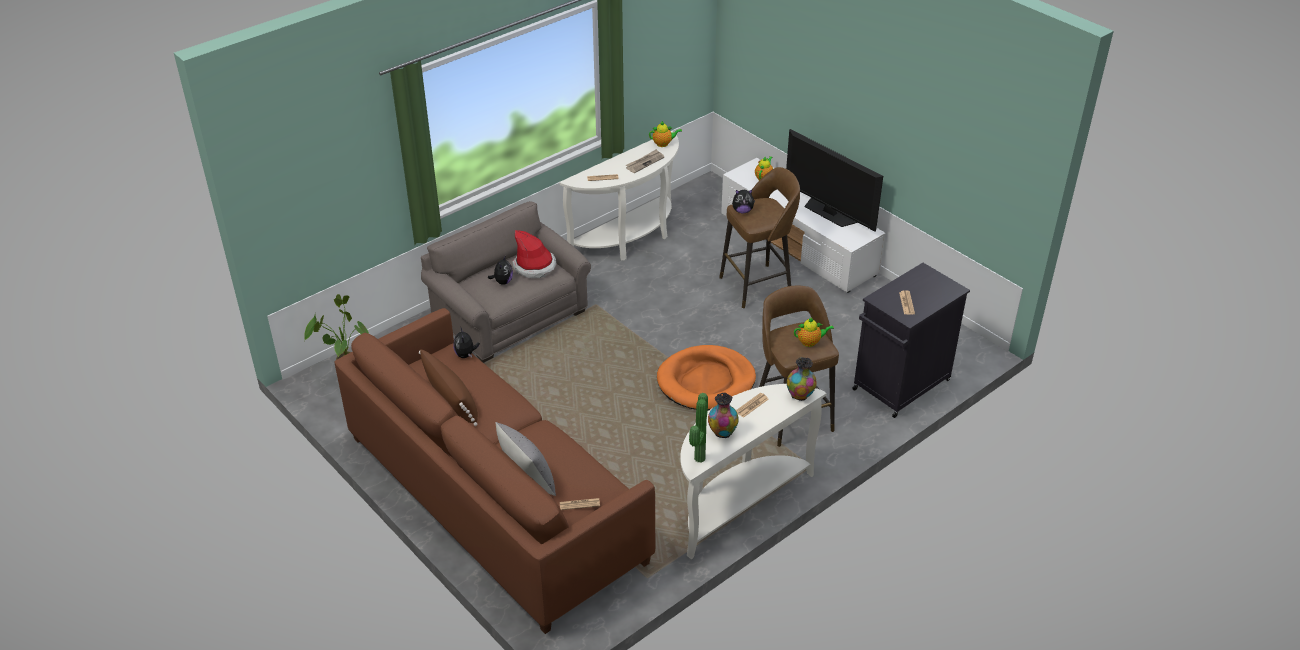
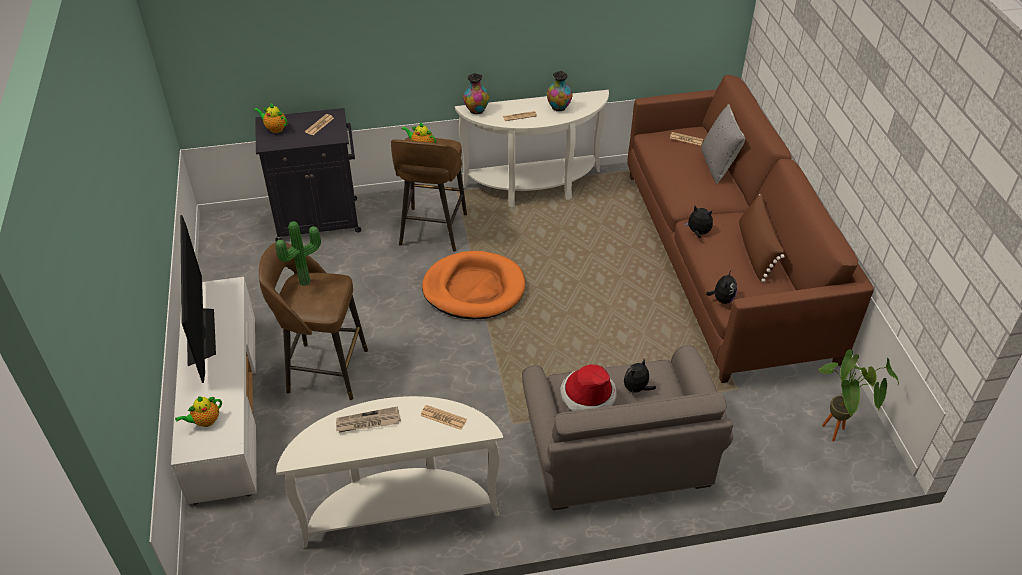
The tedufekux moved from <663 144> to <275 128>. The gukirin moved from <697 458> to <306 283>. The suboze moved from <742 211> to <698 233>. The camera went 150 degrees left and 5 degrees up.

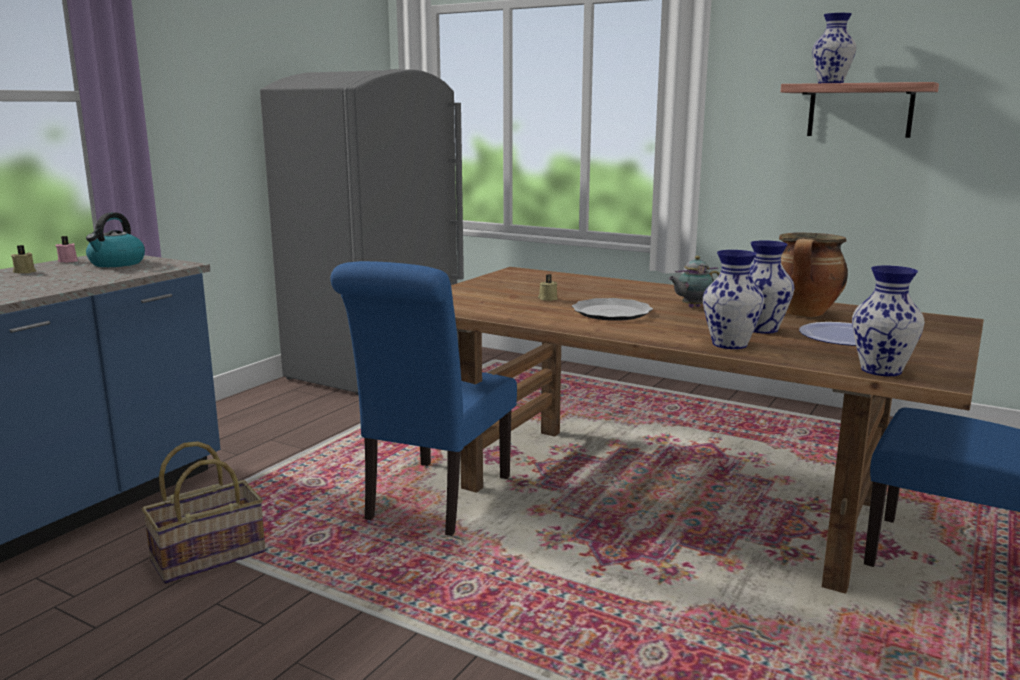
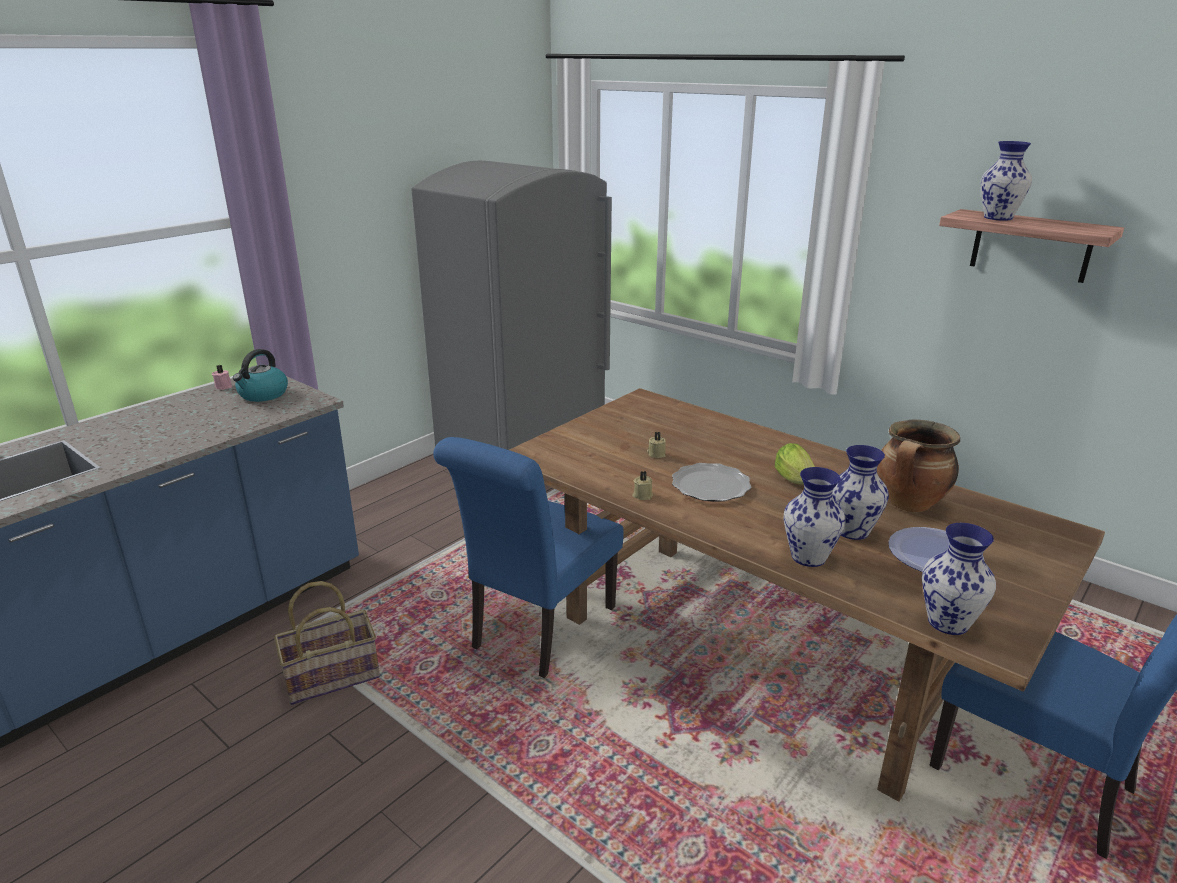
The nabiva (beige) moved from <25 271> to <642 495>. The tedufekux at <692 307> was replaced by the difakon at <796 482>. The camera went 10 degrees right and 10 degrees up.

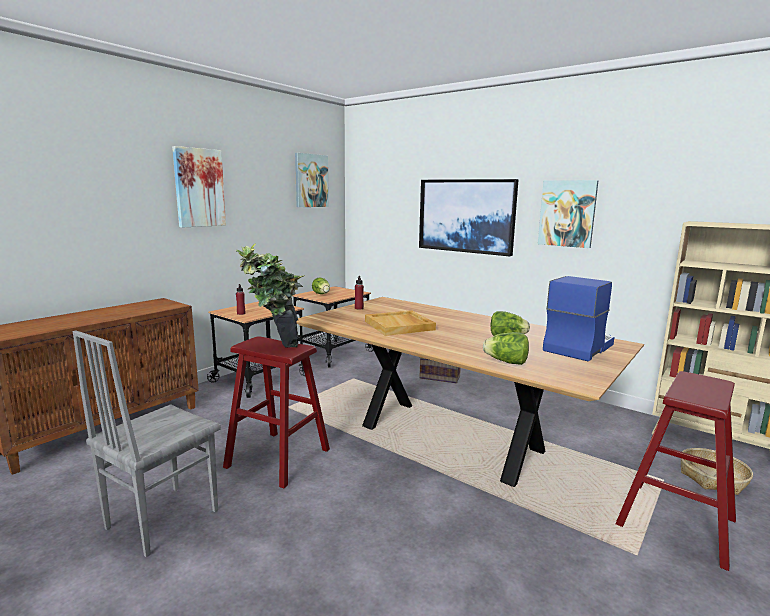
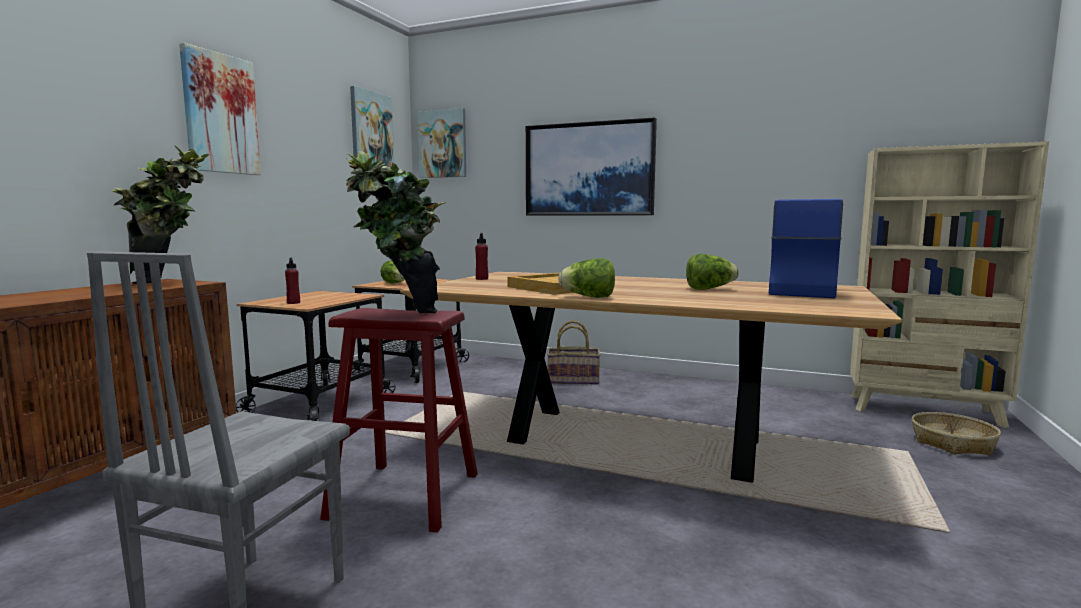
The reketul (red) at <676 522> disappeared. The gukirin at <172 283> appeared. The difakon moved from <506 362> to <589 297>. The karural moved from <567 213> to <443 144>. The camera went 15 degrees left and 5 degrees down.

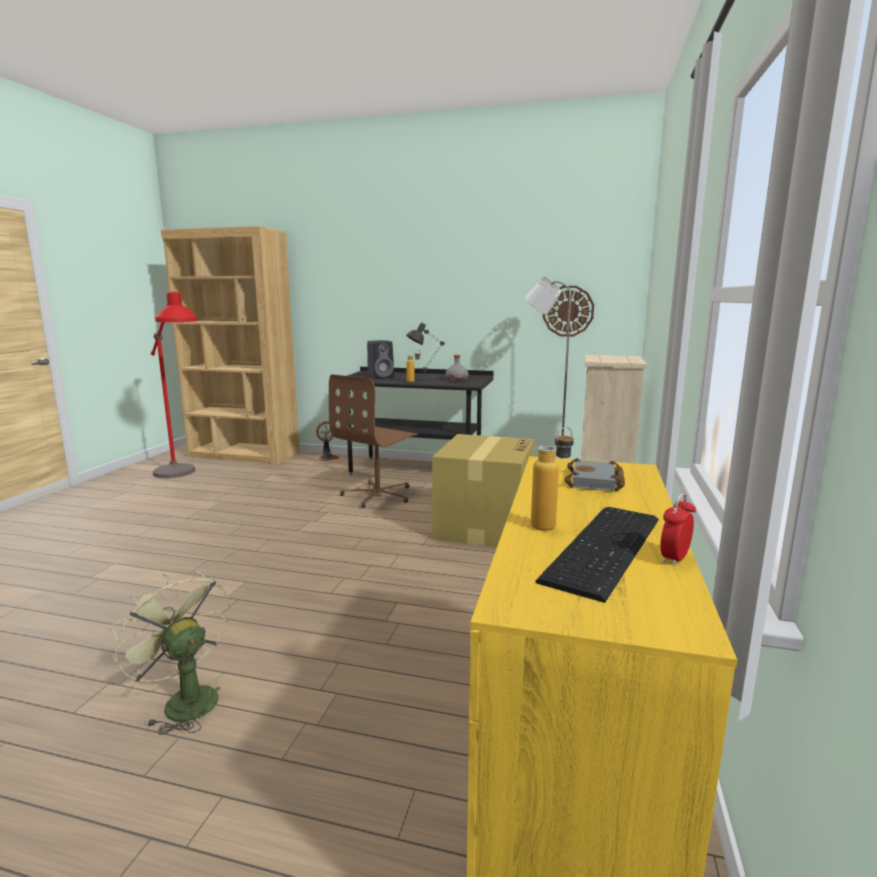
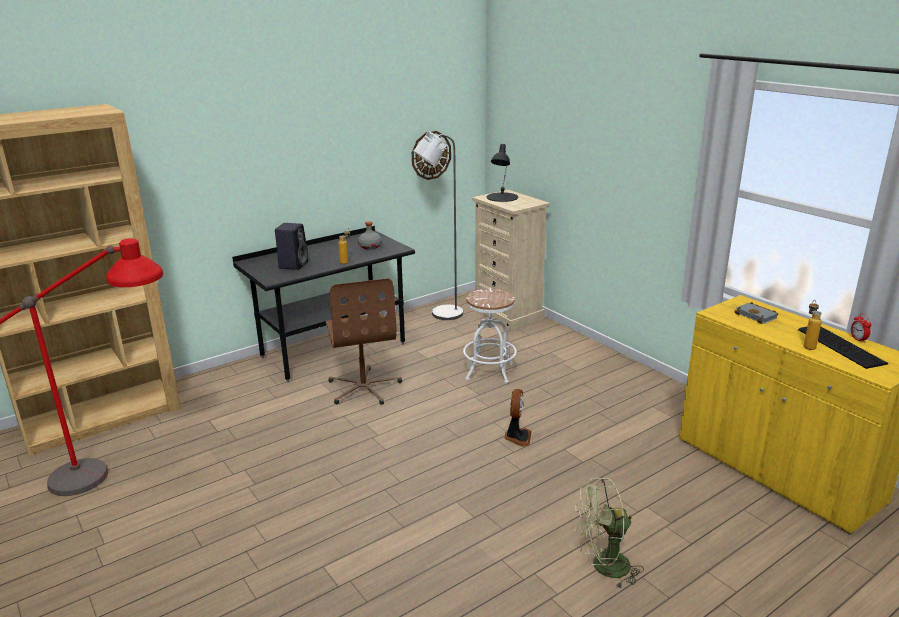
The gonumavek moved from <327 458> to <517 437>. The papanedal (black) moved from <424 377> to <501 197>. The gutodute at <484 525> was replaced by the reketul (white) at <489 371>. The camera went 50 degrees left and 10 degrees up.

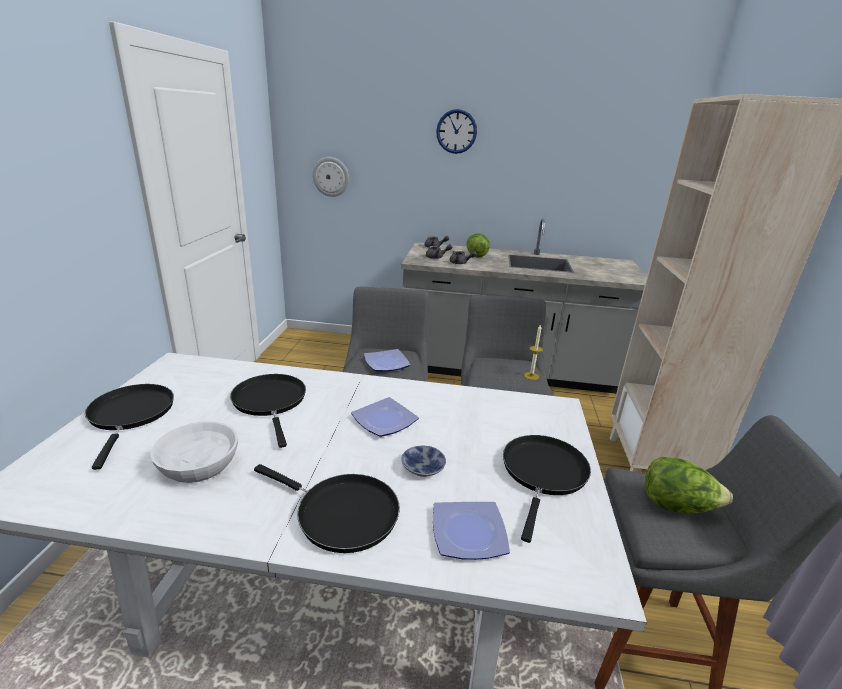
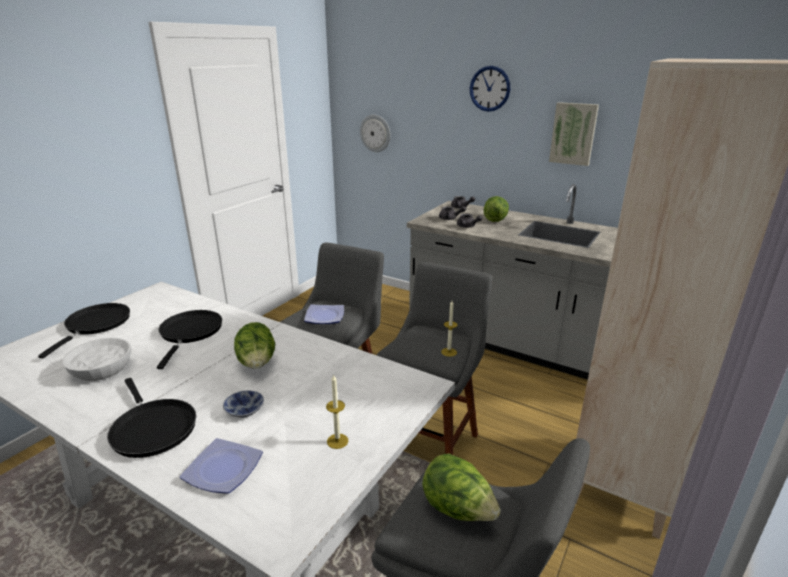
The karural at <573 133> appeared. The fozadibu at <385 420> was replaced by the difakon at <257 364>. The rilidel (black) at <543 474> was replaced by the nabiva at <337 441>. The camera went 25 degrees right and 0 degrees up.

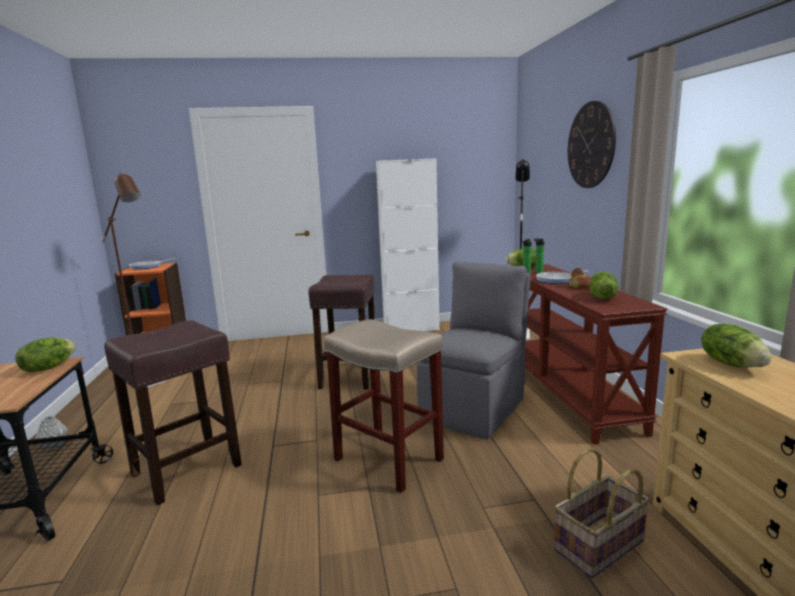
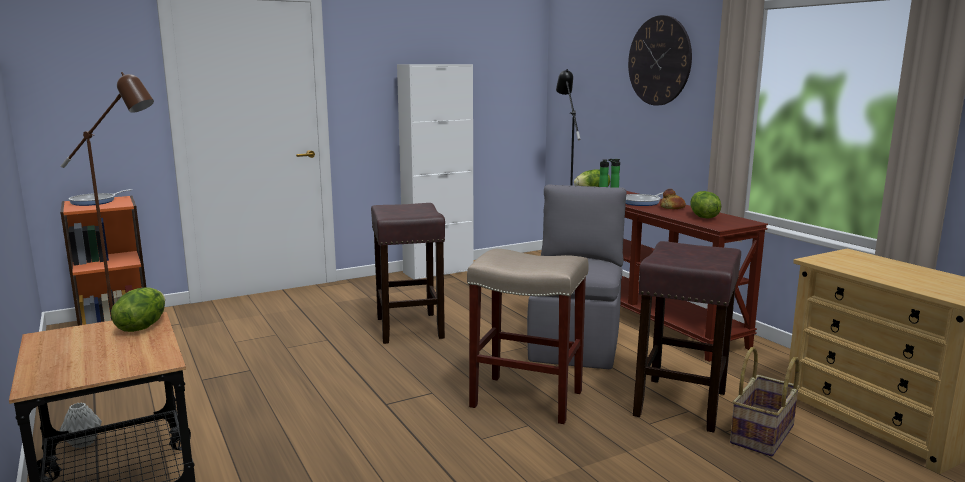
The difakon at <732 364> disappeared. The reketul (brown) moved from <188 469> to <680 403>. The camera went 20 degrees left and 0 degrees up.

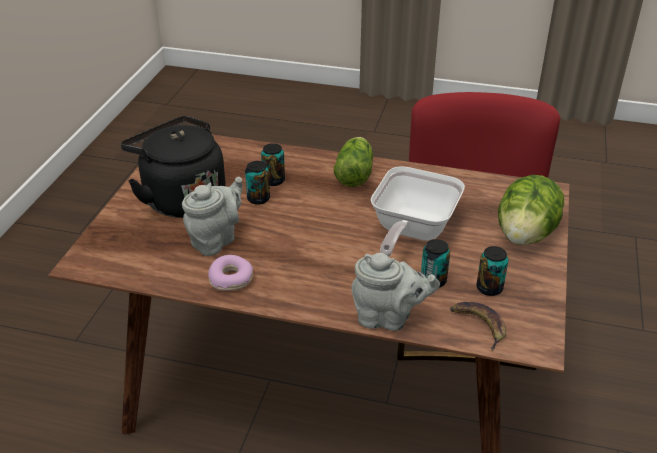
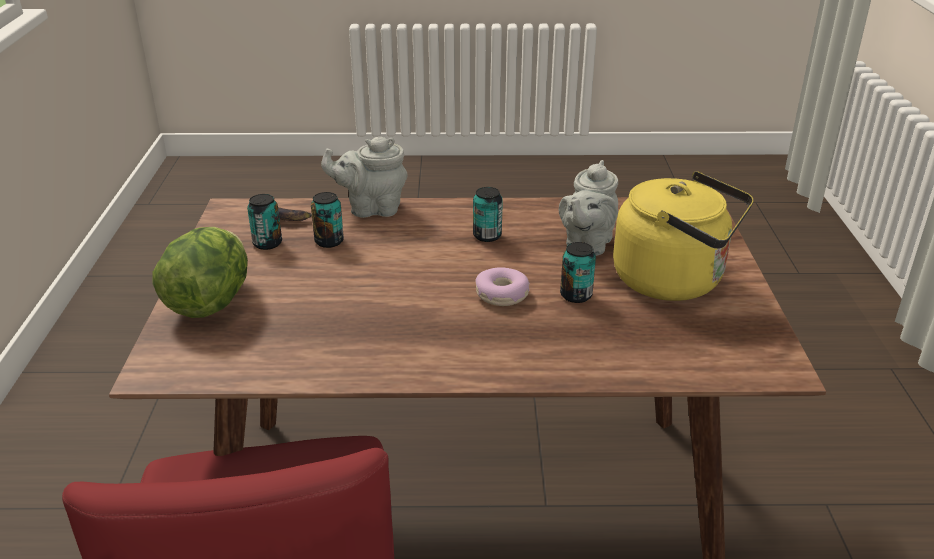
The difakon at <355 173> disappeared. The rilidel at <411 232> disappeared. The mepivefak moved from <231 279> to <502 295>. The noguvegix moved from <273 180> to <487 236>. The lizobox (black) at <181 198> became the lizobox (yellow) at <674 281>. The camera went 165 degrees right and 5 degrees down.

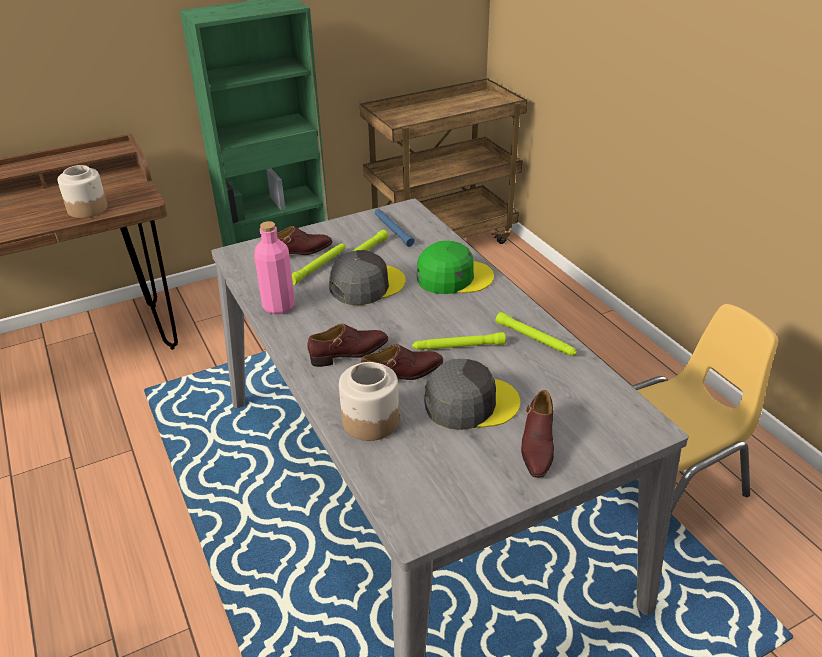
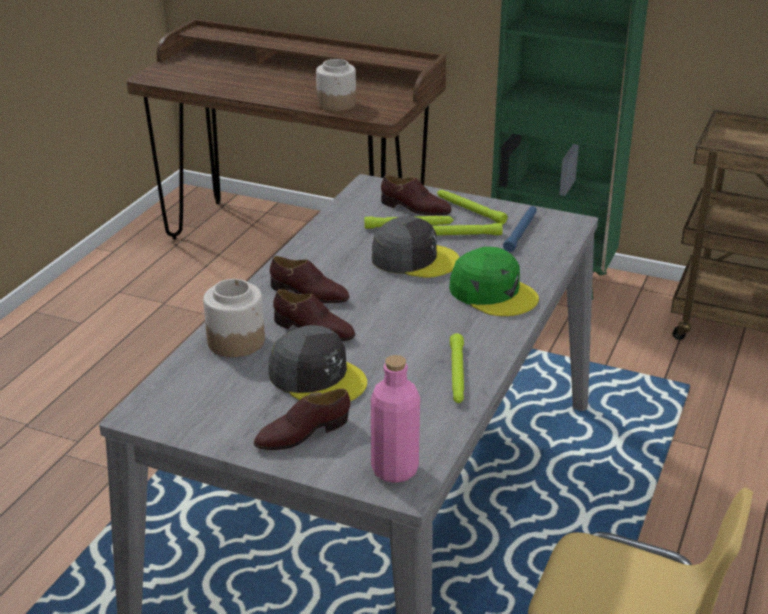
The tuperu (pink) moved from <279 306> to <394 470>. The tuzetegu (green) moved from <458 346> to <470 210>. The camera went 50 degrees right and 5 degrees down.

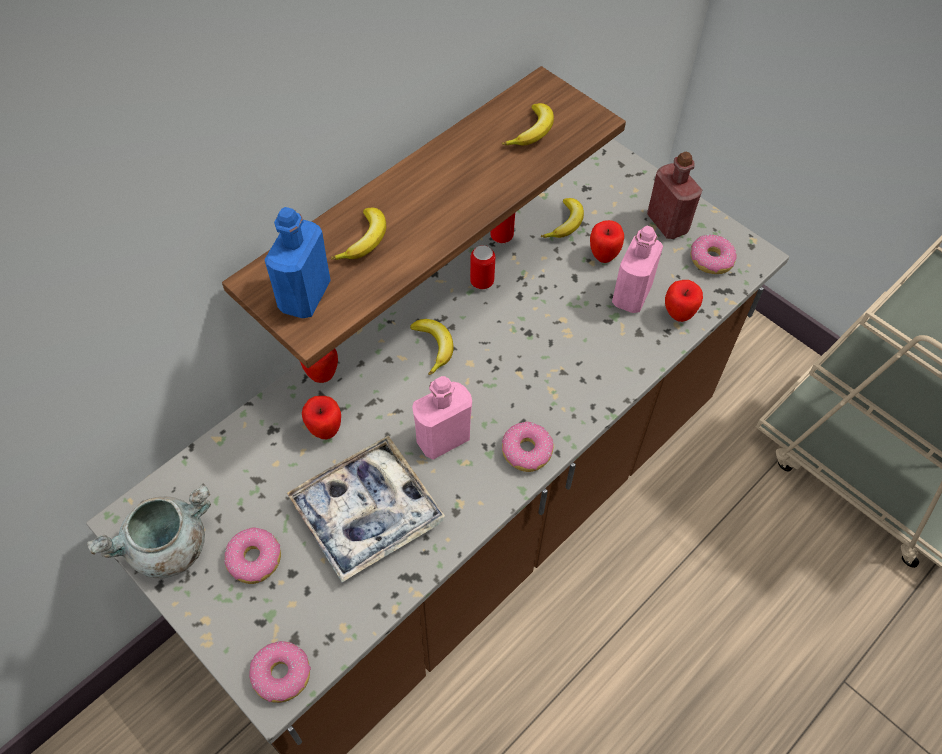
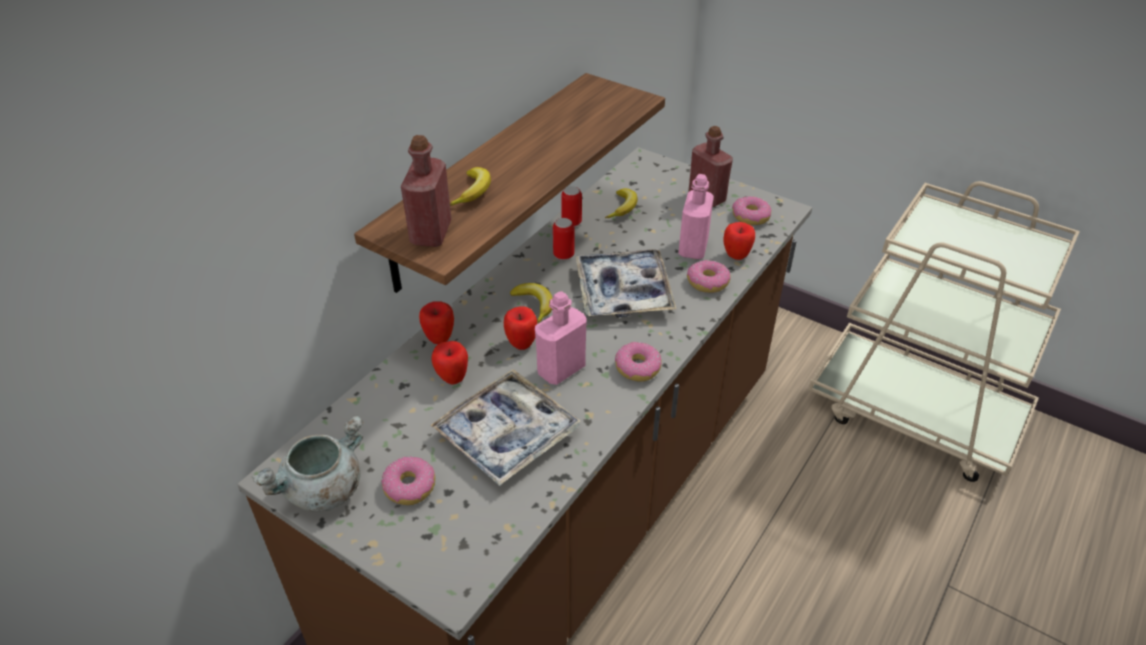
The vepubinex at <532 132> disappeared. The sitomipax at <623 292> appeared. The mepivefak moved from <282 674> to <708 282>. The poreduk moved from <603 256> to <521 344>. The tuperu (blue) at <304 296> became the tuperu (red) at <431 233>. The camera went 10 degrees left and 15 degrees down.

